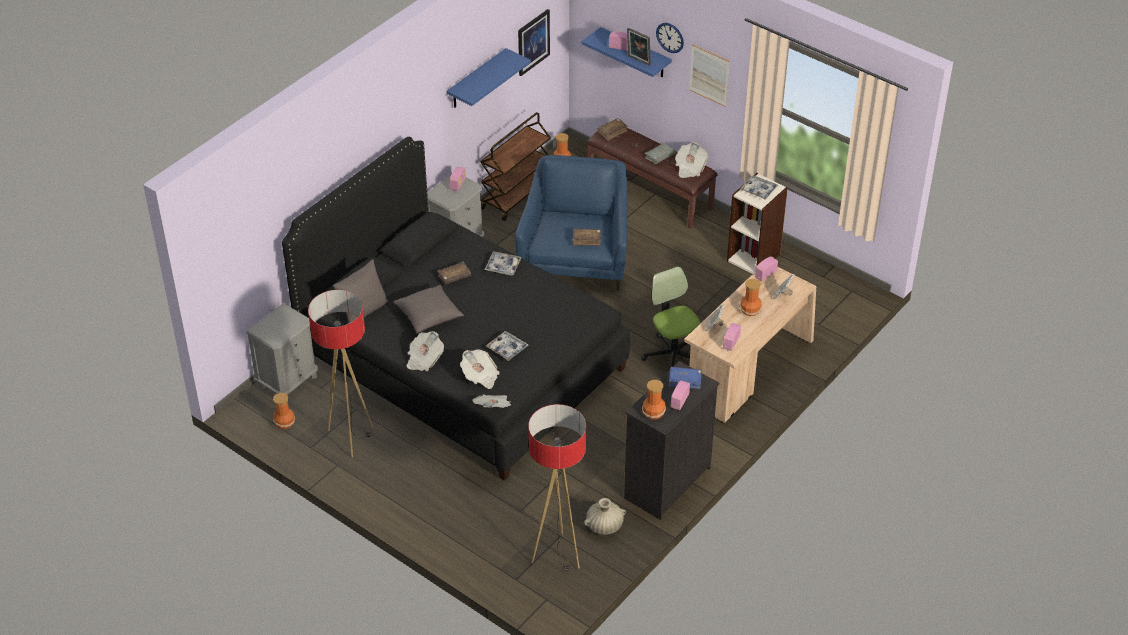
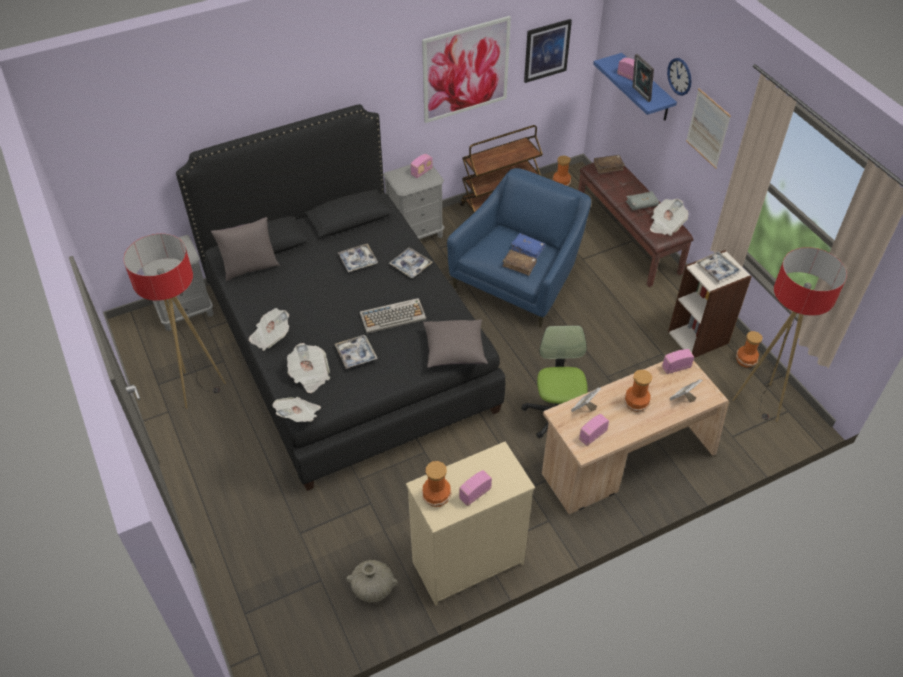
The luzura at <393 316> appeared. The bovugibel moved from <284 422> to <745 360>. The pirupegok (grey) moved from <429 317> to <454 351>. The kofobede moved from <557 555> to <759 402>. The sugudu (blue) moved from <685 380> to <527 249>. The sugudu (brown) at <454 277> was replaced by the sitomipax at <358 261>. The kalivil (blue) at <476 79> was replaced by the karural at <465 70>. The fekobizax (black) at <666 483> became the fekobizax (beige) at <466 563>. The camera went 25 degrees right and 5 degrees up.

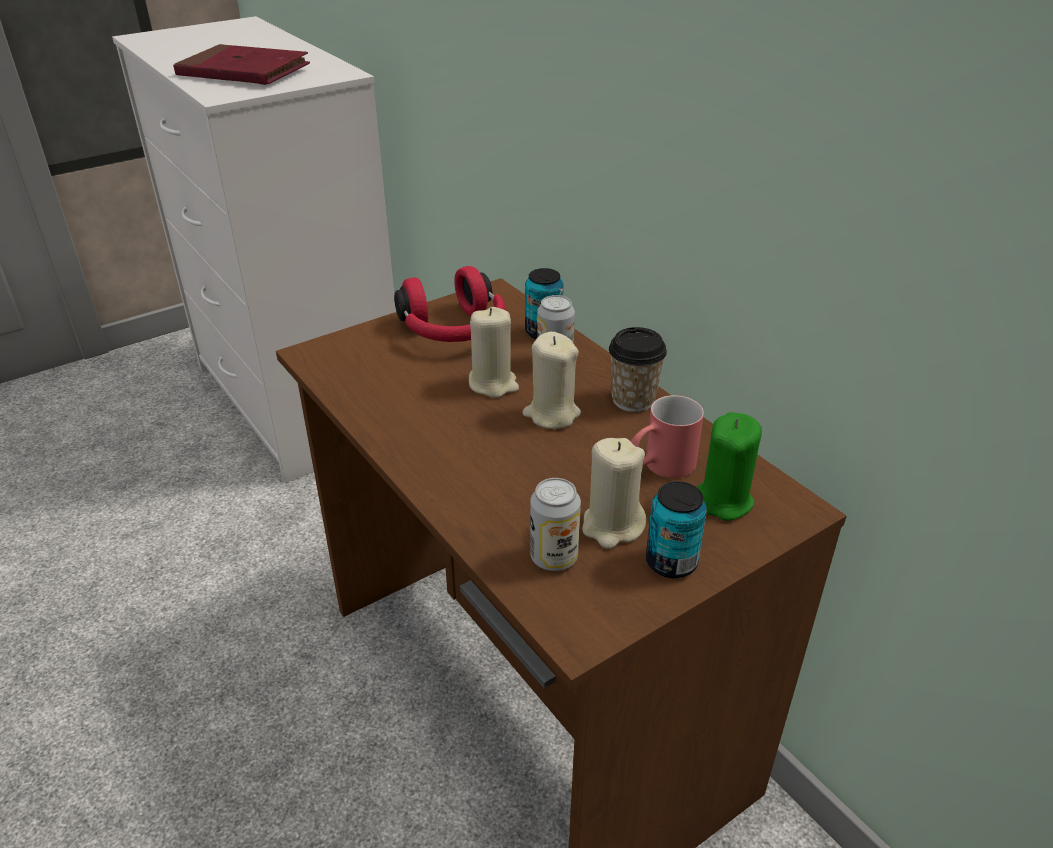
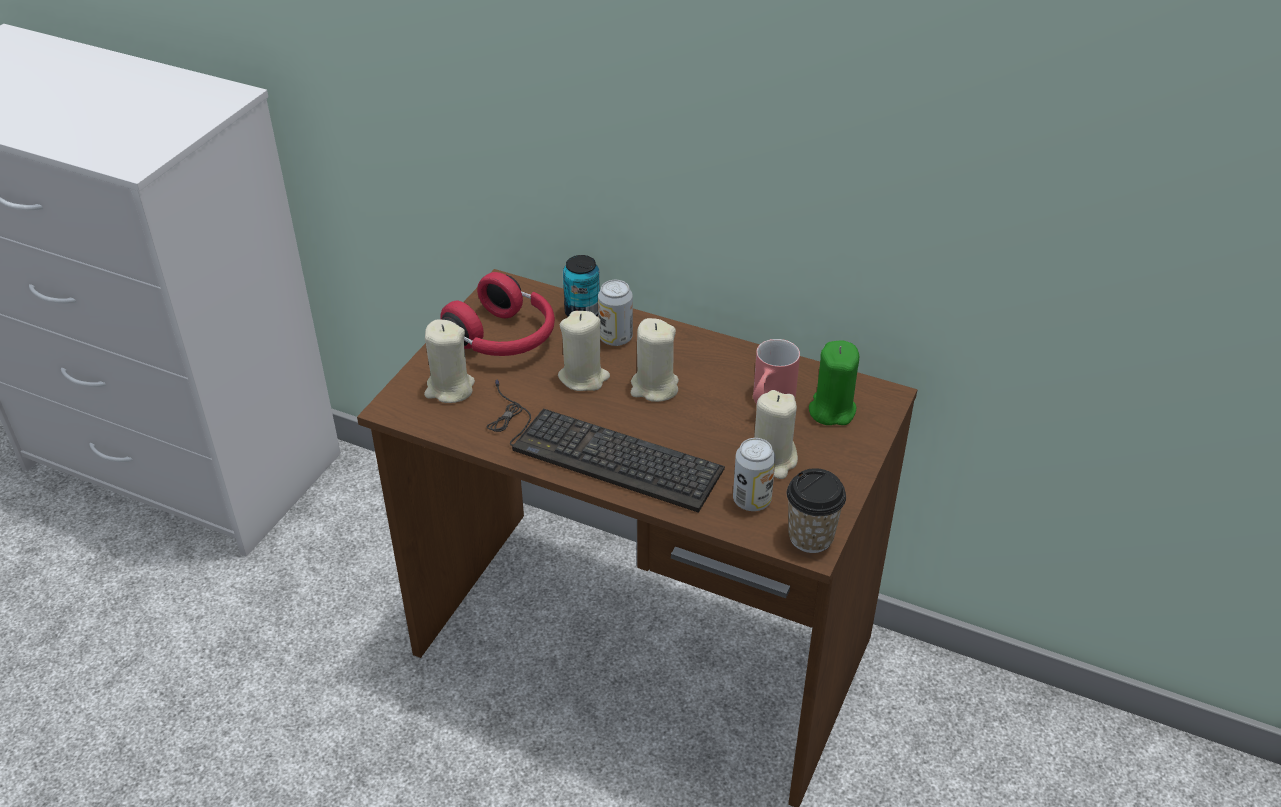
The sugudu (red) at <244 72> disappeared. The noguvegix at <671 562> disappeared. The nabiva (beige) at <449 389> appeared. The luzura at <595 450> appeared. The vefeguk moved from <633 400> to <810 537>. The camera went 30 degrees left and 5 degrees up.

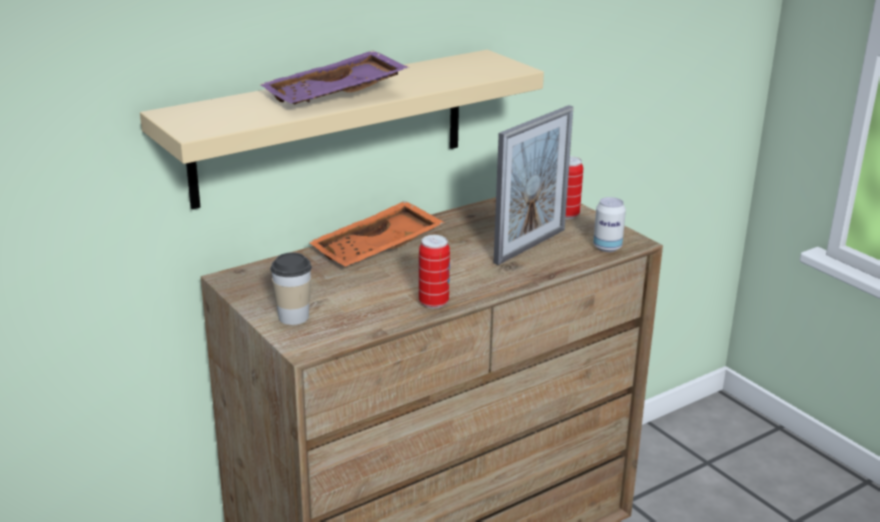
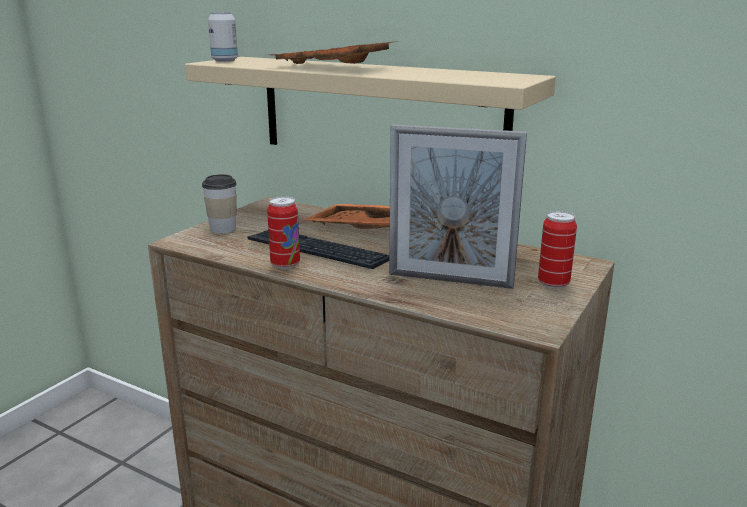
The luzura at <317 250> appeared. The noguvegix moved from <607 247> to <225 60>. The sitomipax (purple) at <336 96> became the sitomipax (orange) at <330 67>. The camera went 65 degrees right and 5 degrees down.

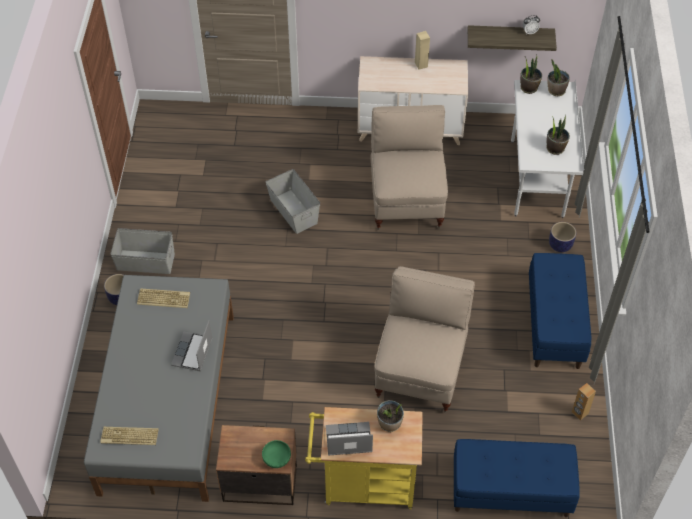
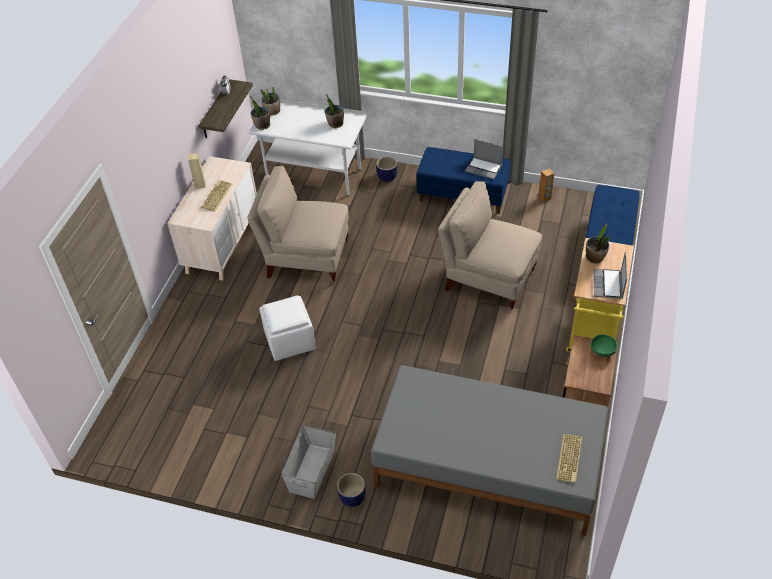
The luzura moved from <164 298> to <216 196>. The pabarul moved from <192 353> to <484 168>. The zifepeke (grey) at <293 211> was replaced by the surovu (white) at <289 340>. The camera went 75 degrees left and 5 degrees down.

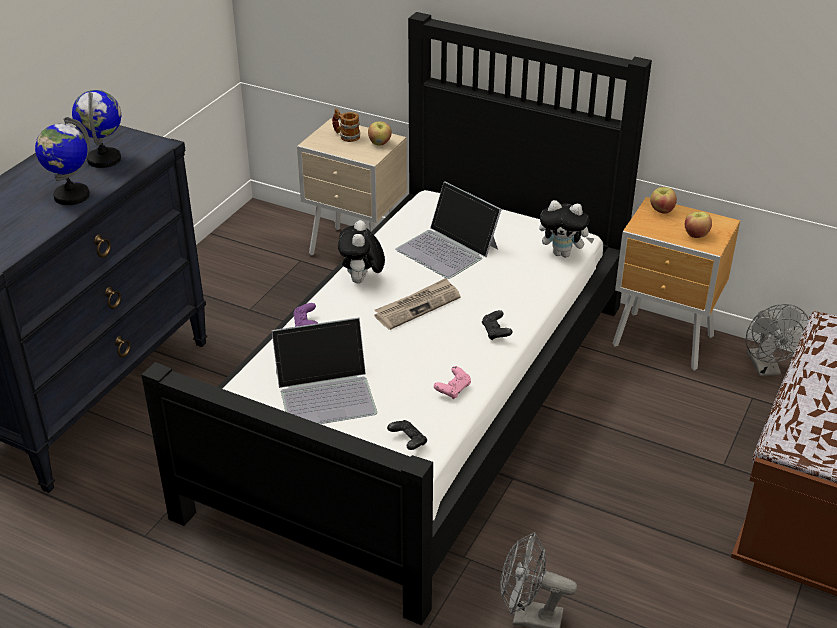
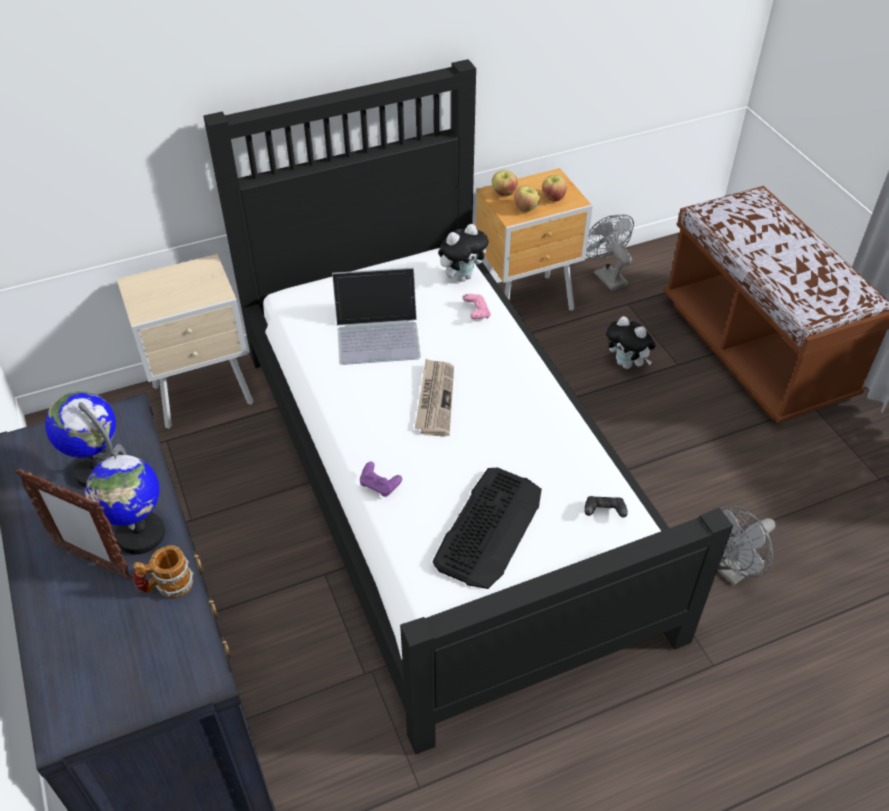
The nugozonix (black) at <496 332> disappeared. The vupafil at <92 561> appeared. The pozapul moved from <346 136> to <167 586>. The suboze moved from <362 281> to <627 364>. The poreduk moved from <380 143> to <526 208>. The nugozonix (pink) moved from <453 389> to <476 312>. The pabarul at <326 392> was replaced by the luzura at <489 527>. The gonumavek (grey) at <766 368> turned 150 degrees counterclockwise. The camera went 50 degrees left and 10 degrees up.

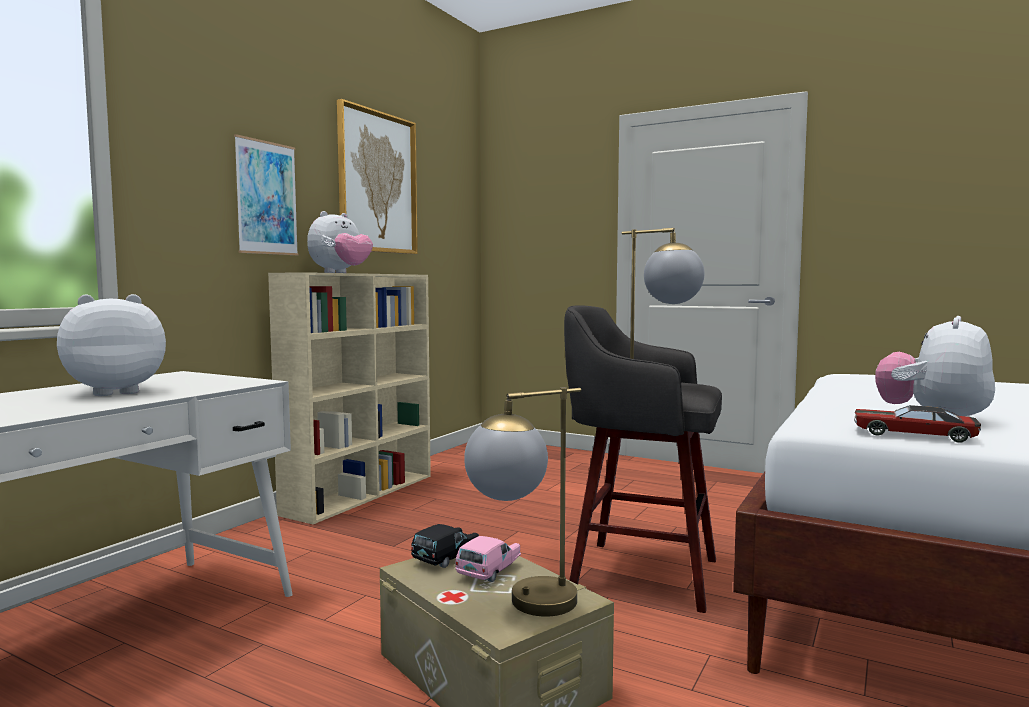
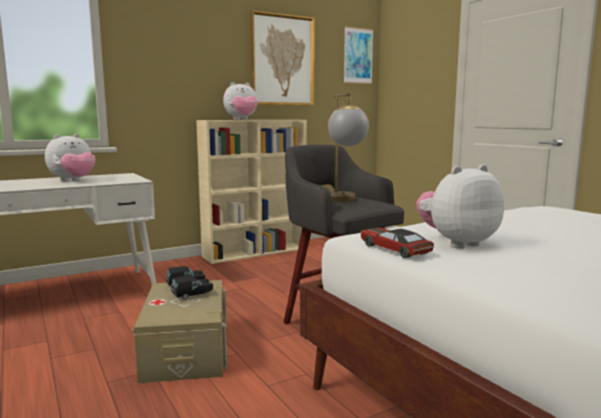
The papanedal at <523 607> disappeared. The karural moved from <266 198> to <358 56>. The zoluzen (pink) at <489 571> became the zoluzen (black) at <192 295>. The suboze at <115 392> turned 135 degrees clockwise. The camera went 30 degrees right and 5 degrees up.

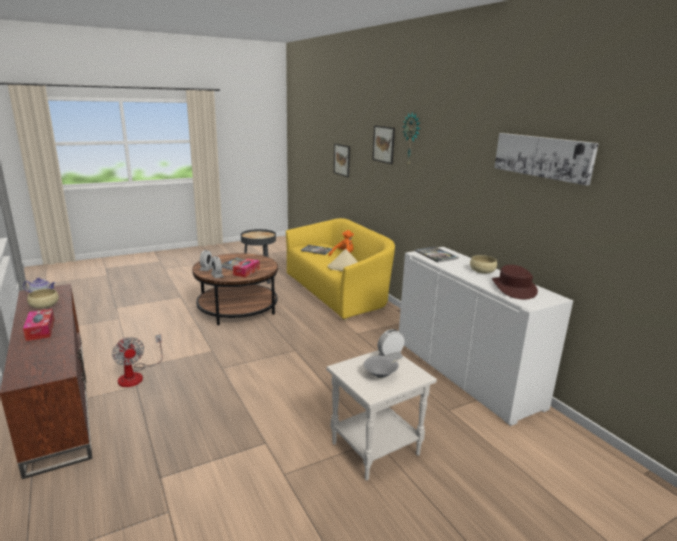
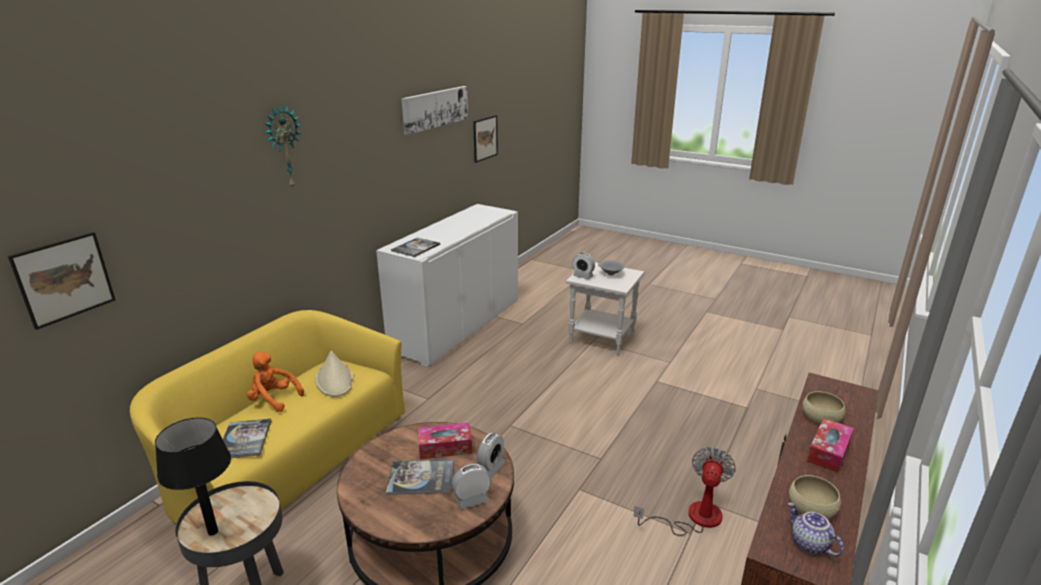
The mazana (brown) at <513 288> disappeared. The papanedal (black) at <213 531> appeared. The karural moved from <383 144> to <485 138>. The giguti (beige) moved from <482 271> to <821 417>. The camera went 120 degrees left and 5 degrees up.

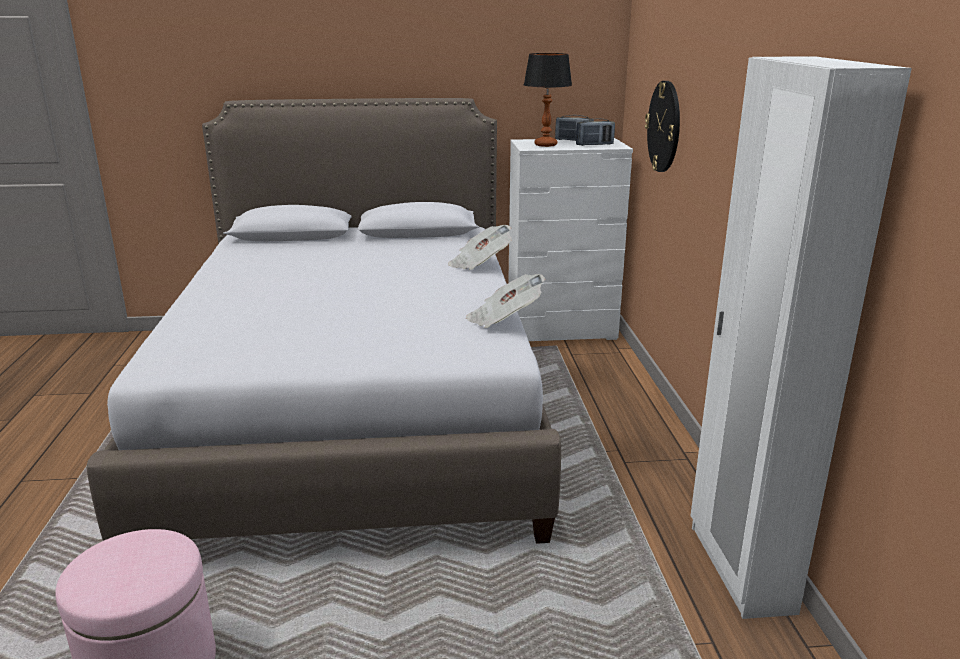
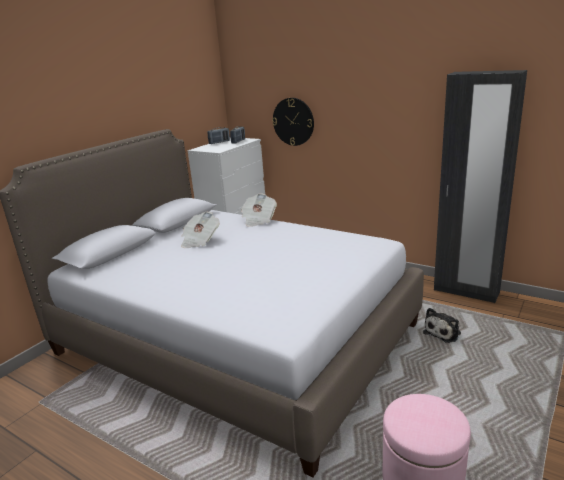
The papanedal at <545 145> disappeared. The suboze at <443 332> appeared. The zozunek moved from <504 320> to <199 241>. The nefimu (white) at <739 568> became the nefimu (black) at <466 291>. The camera went 50 degrees left and 0 degrees up.

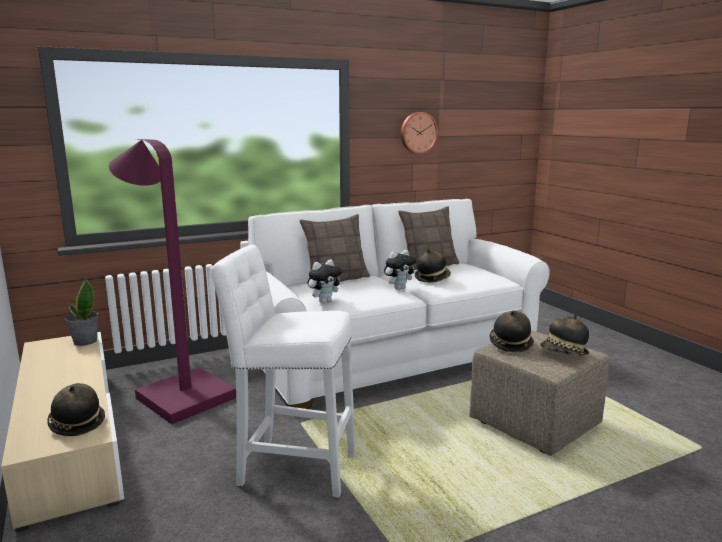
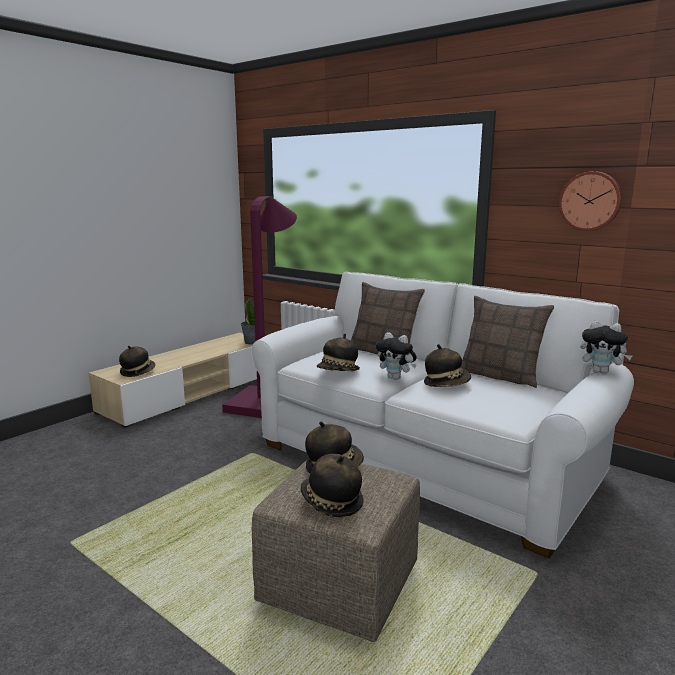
The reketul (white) at <292 467> disappeared. The mazana at <338 371> appeared. The suboze moved from <324 301> to <601 372>. The camera went 65 degrees right and 0 degrees up.

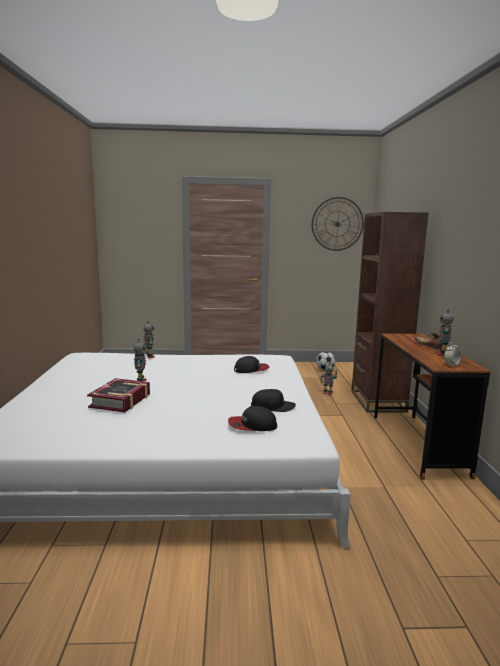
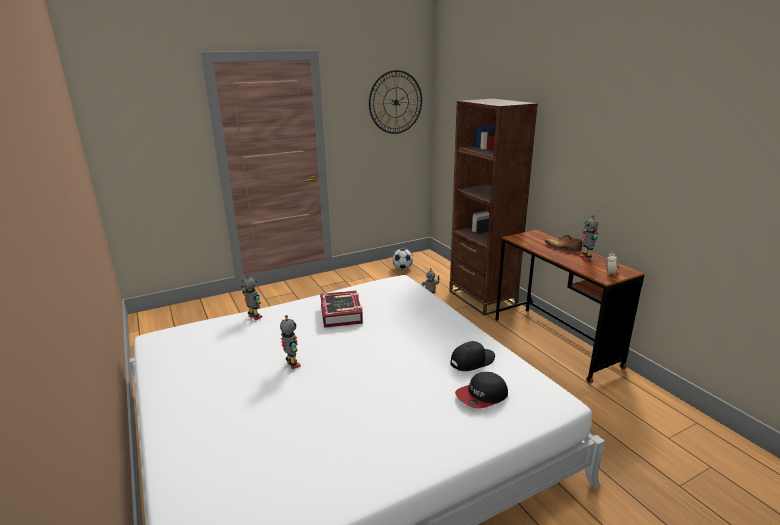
The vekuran at <251 369> disappeared. The sugudu moved from <121 401> to <341 314>. The camera went 25 degrees left and 10 degrees up.

